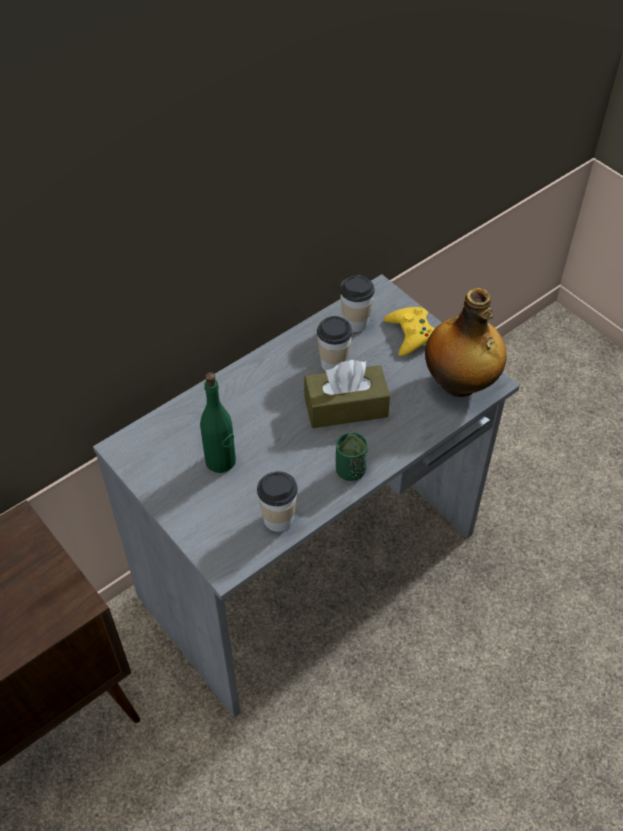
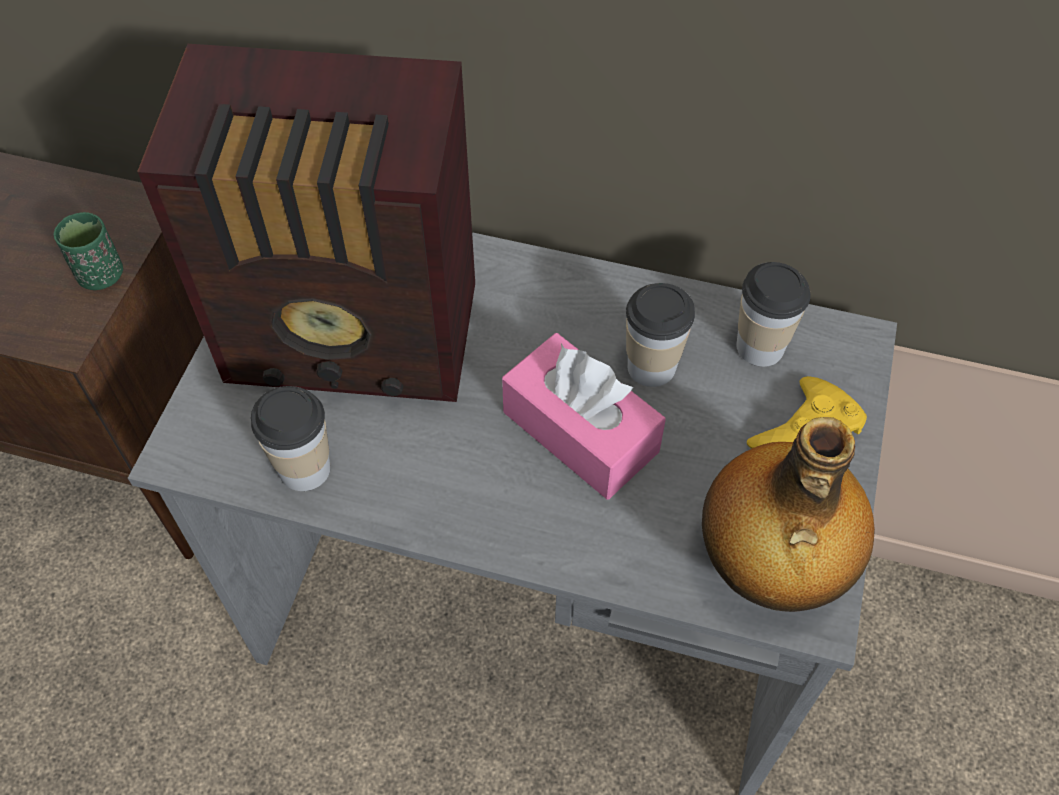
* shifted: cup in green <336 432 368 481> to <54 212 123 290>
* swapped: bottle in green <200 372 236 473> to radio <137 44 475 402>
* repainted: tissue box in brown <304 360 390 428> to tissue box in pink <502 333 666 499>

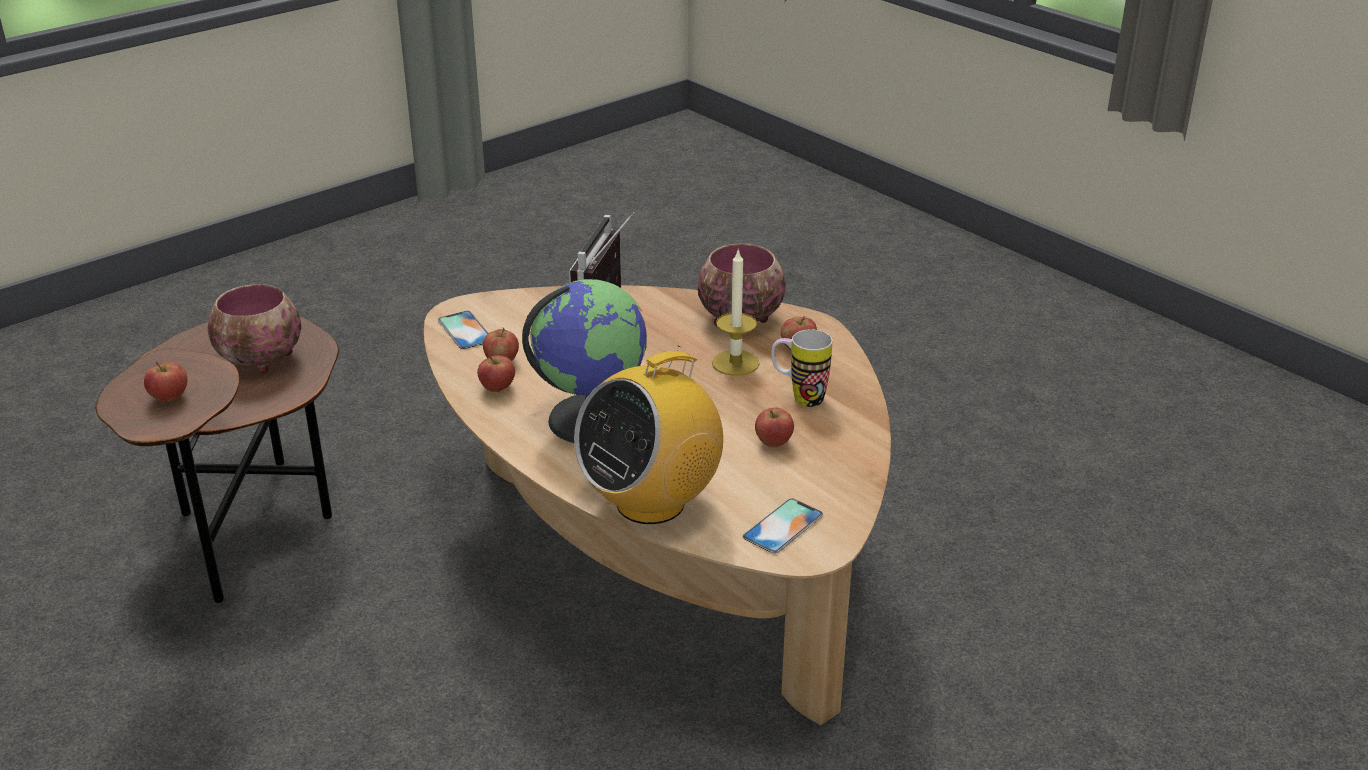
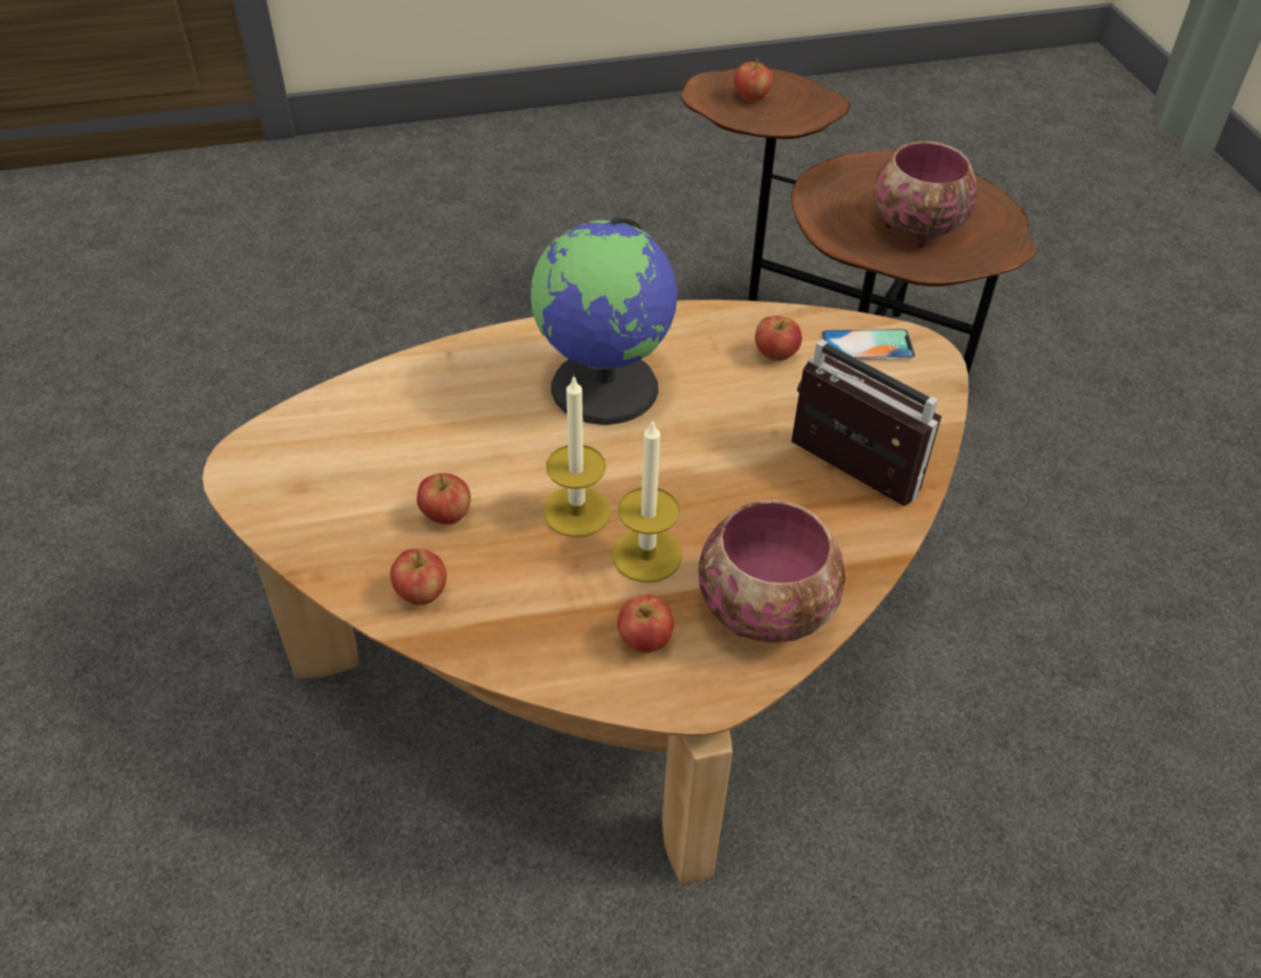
* gone: radio <574 345 723 524>
* gone: phone <743 498 823 554>
* gone: mug <771 329 832 407>
* new: candle <544 375 611 537>
* shifted: apple <477 355 515 392> to <390 549 447 605>

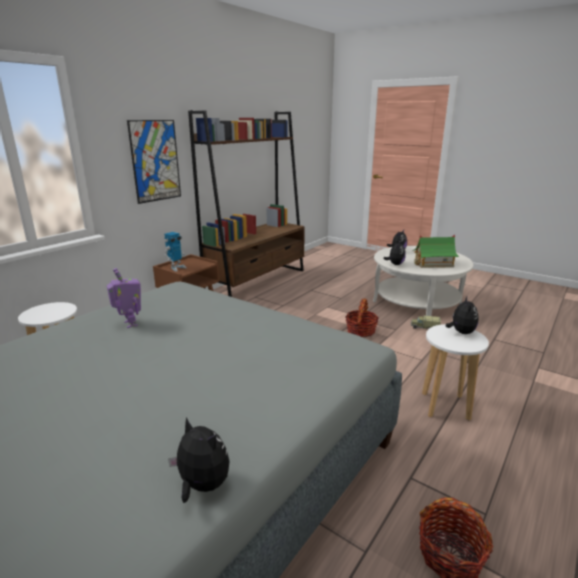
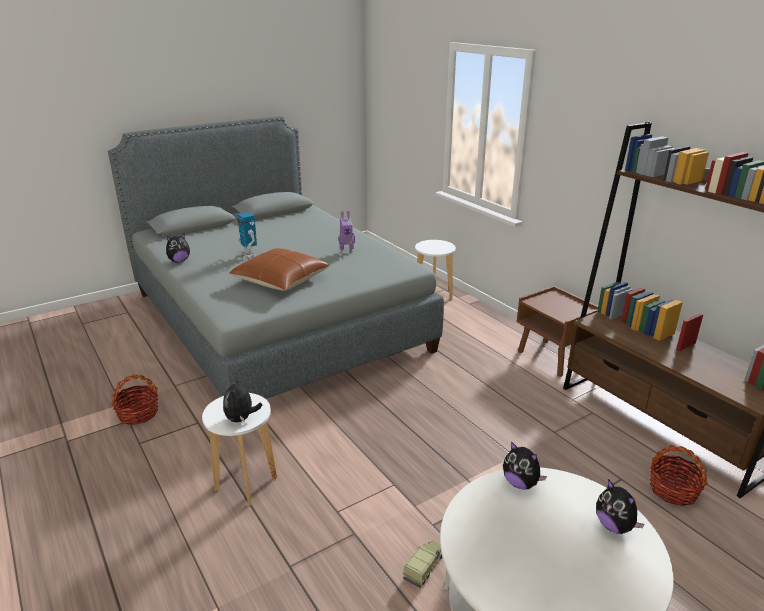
* gone: picture <127 120 181 204>
* gone: toy house <414 235 459 268>
* new: pillow in brown <229 248 329 291>
* shifted: toy robot <164 232 186 272> to <237 212 257 260>
* shifted: basket <345 298 379 337> to <650 445 708 506>
* rotated: plush toy <446 295 479 334> = <223 377 262 423> 60 degrees clockwise

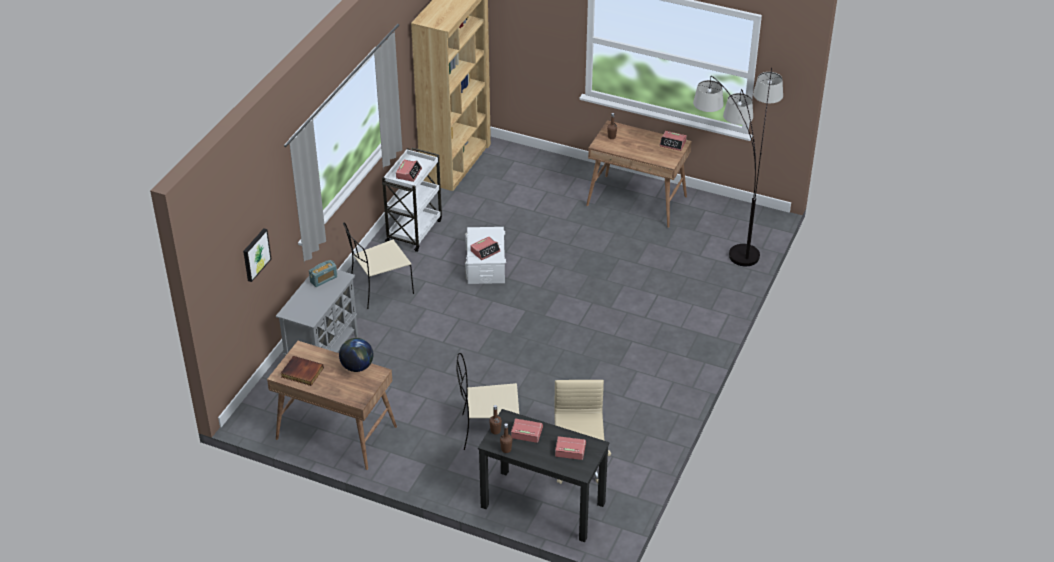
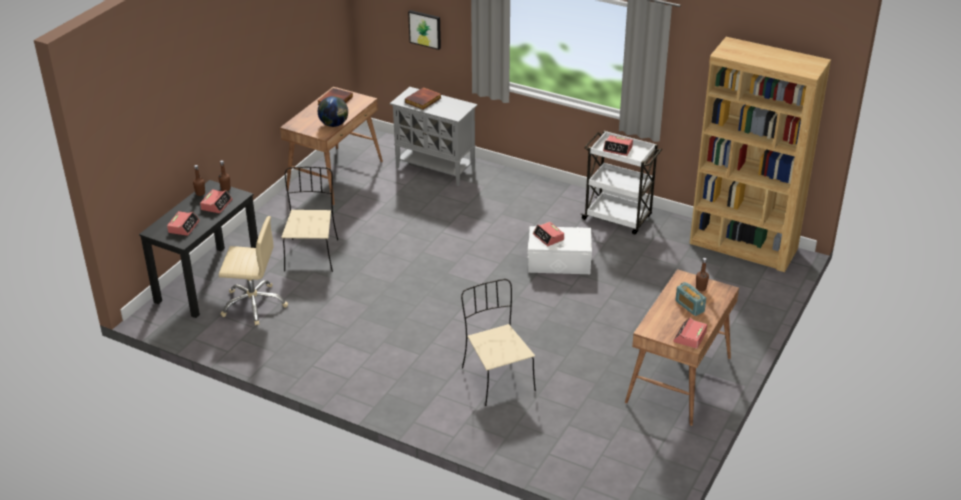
* gone: floor lamp <693 67 783 266>
* new: book <405 87 441 110>
* shifted: radio <309 260 337 287> to <675 282 706 316>
* shifted: chair in beige <343 223 414 309> to <461 279 536 406>

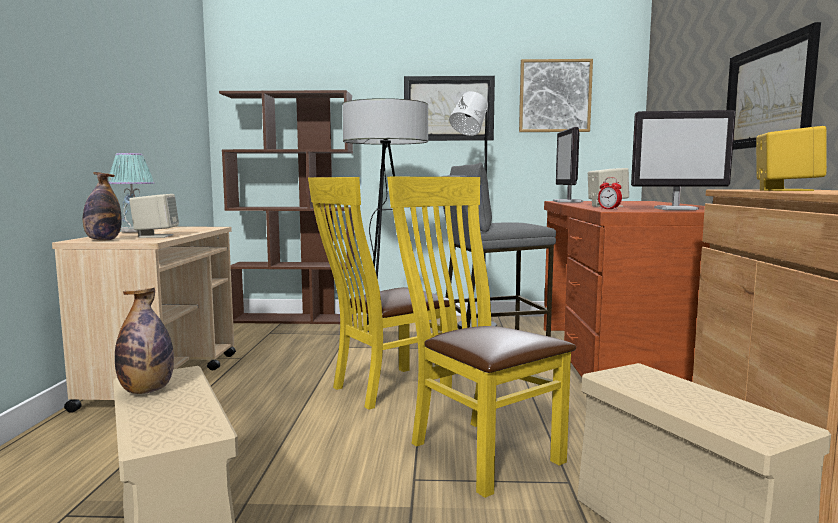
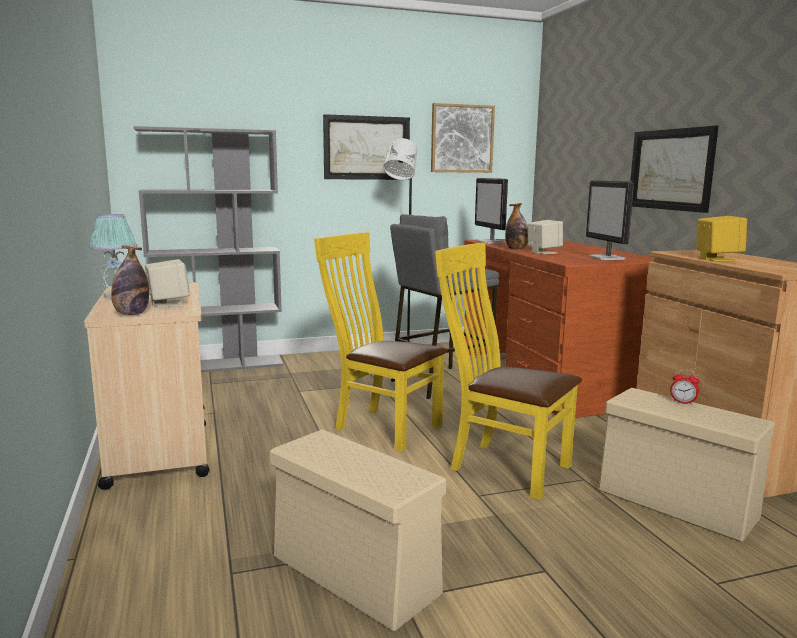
* gone: floor lamp <342 98 428 332>
* shifted: bottle <115 288 174 394> to <505 203 528 249>
* shifted: alarm clock <598 177 622 210> to <670 369 700 405>
* repainted: bookcase in brown <219 90 355 324> to bookcase in grey <133 126 283 372>
* rotated: chair in yellow <308 177 456 410> = <314 232 448 452> 90 degrees clockwise
* rotated: monitor <631 110 736 210> = <586 180 634 260> 90 degrees clockwise

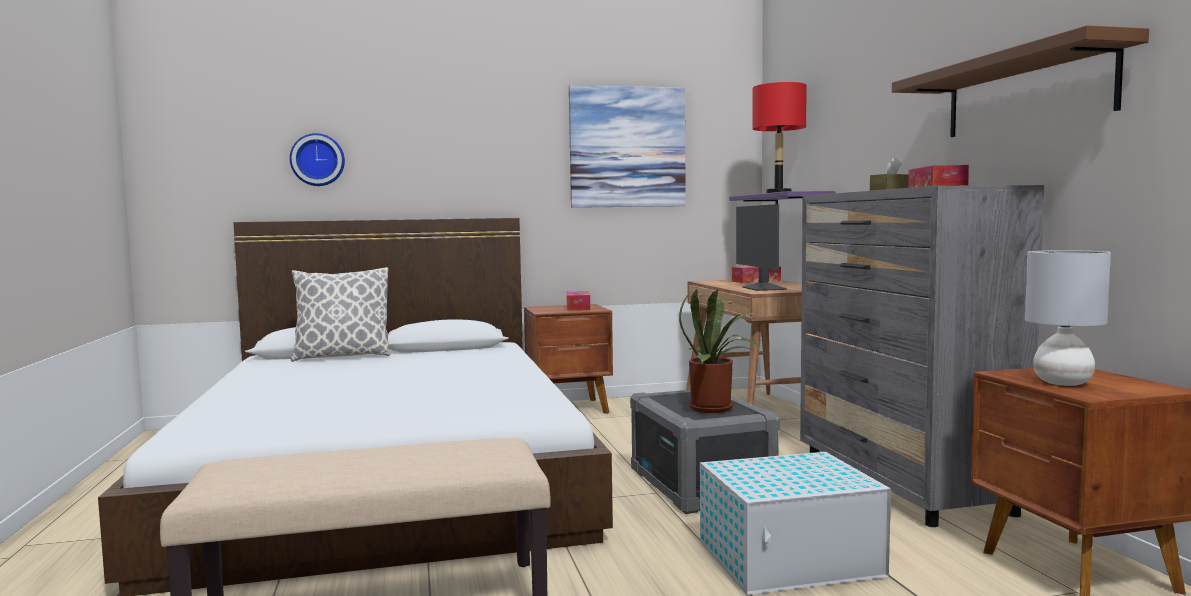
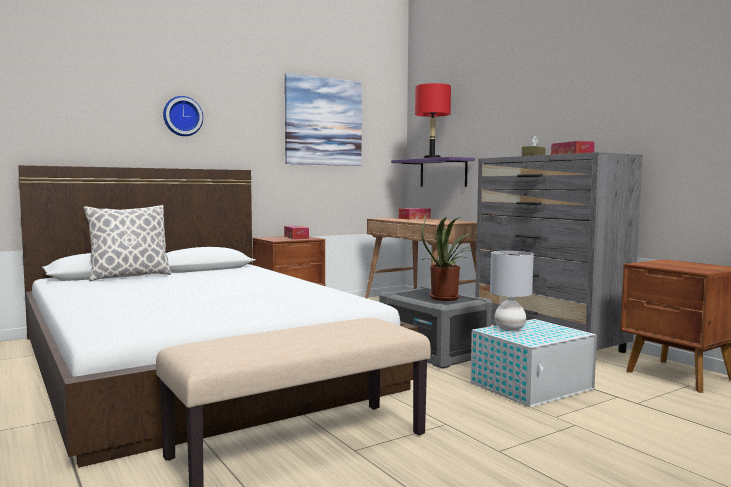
* gone: monitor <736 204 787 291>
* gone: shelf in brown <892 25 1149 137>
* shifted: wall clock <290 133 345 186> to <163 96 203 136>
* shifted: table lamp in grey <1025 250 1111 386> to <490 251 534 331>

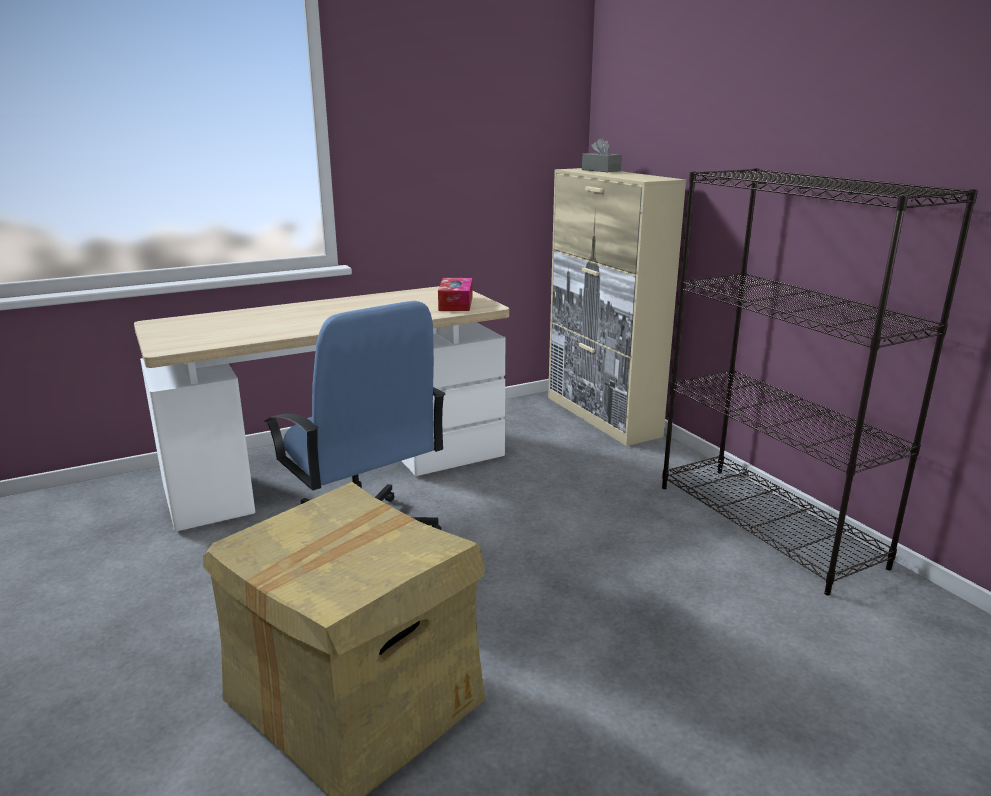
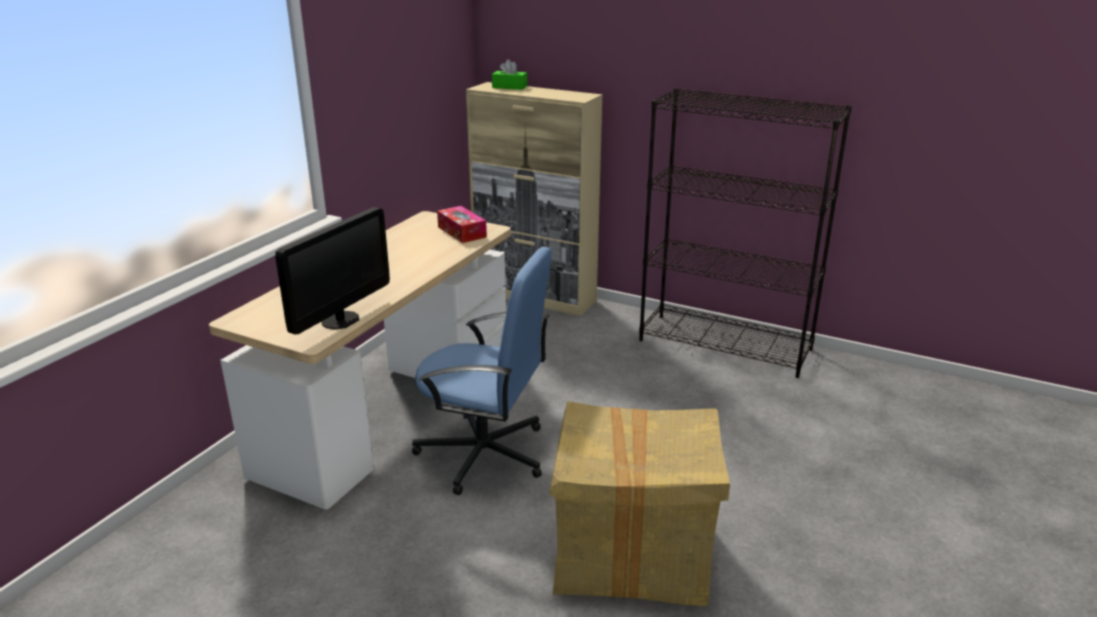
* new: monitor <275 207 390 335>
* repainted: tissue box in grey <582 138 622 172> to tissue box in green <492 59 527 90>

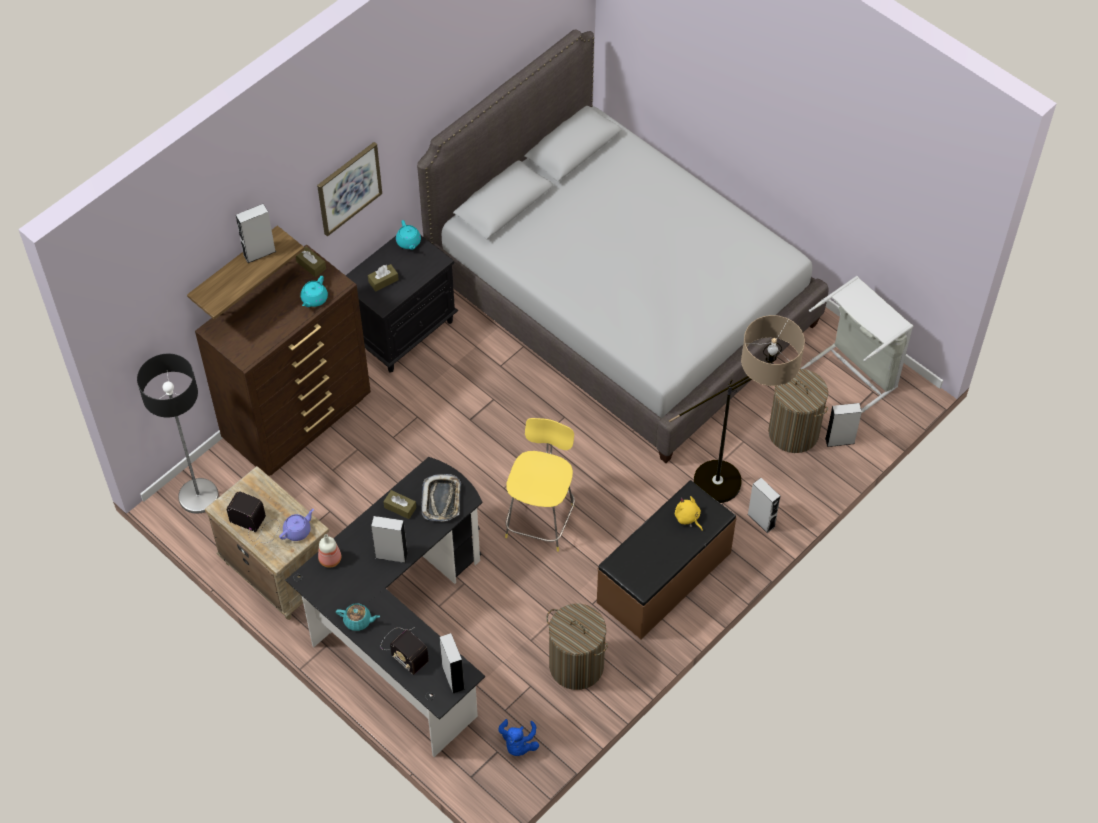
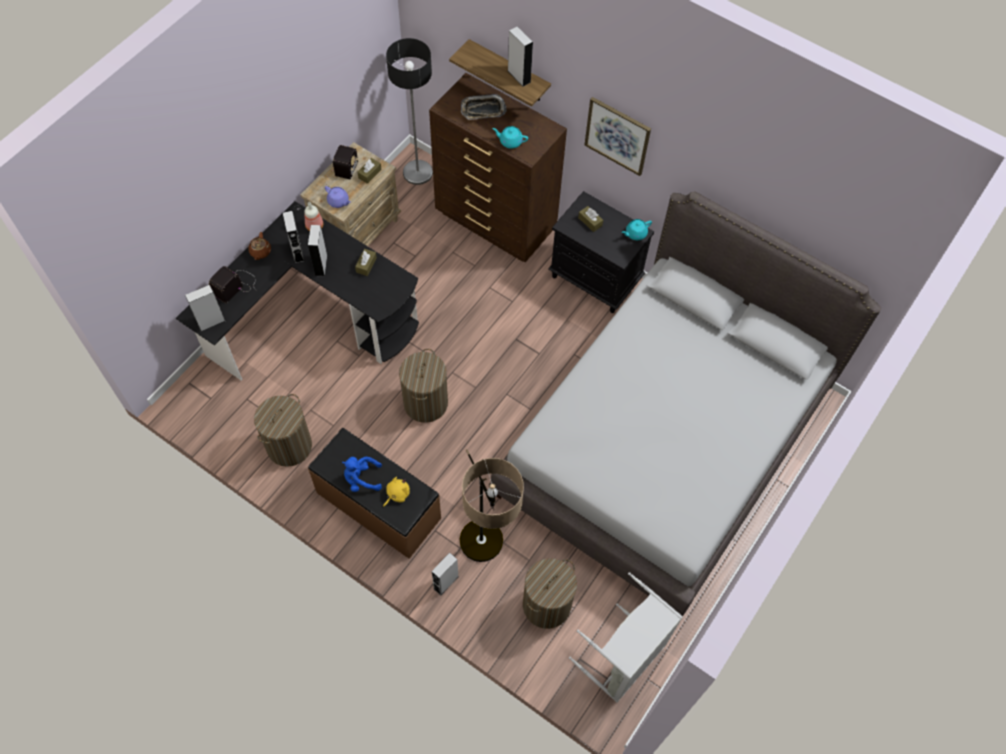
* shifted: tissue box in brown <296 246 326 277> to <358 158 382 184>
* shifted: tray <421 474 461 522> to <461 94 507 120>
* shifted: plush toy in blue <499 719 539 756> to <342 457 382 492>
* shifted: speaker in grey <825 403 862 447> to <283 211 305 263>
* swapped: stool in yellow <505 418 575 552> to laundry basket <399 349 448 423>
* repainted: teapot in turquoise <336 604 380 631> to teapot in brown <249 232 271 260>

